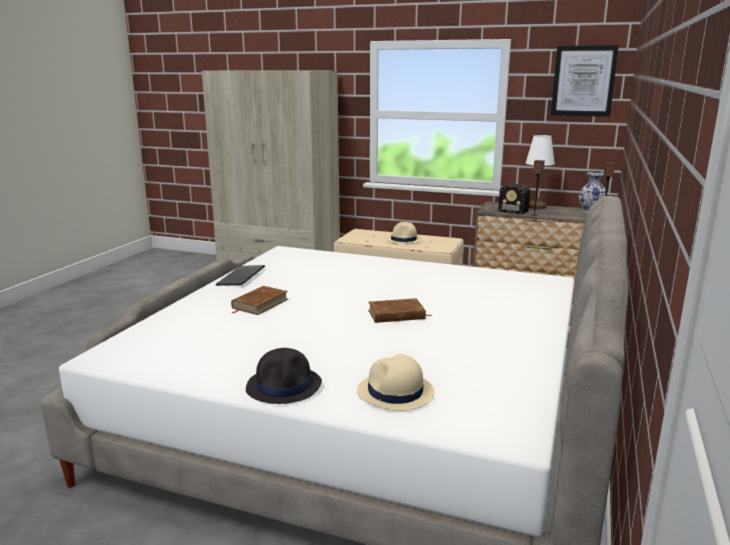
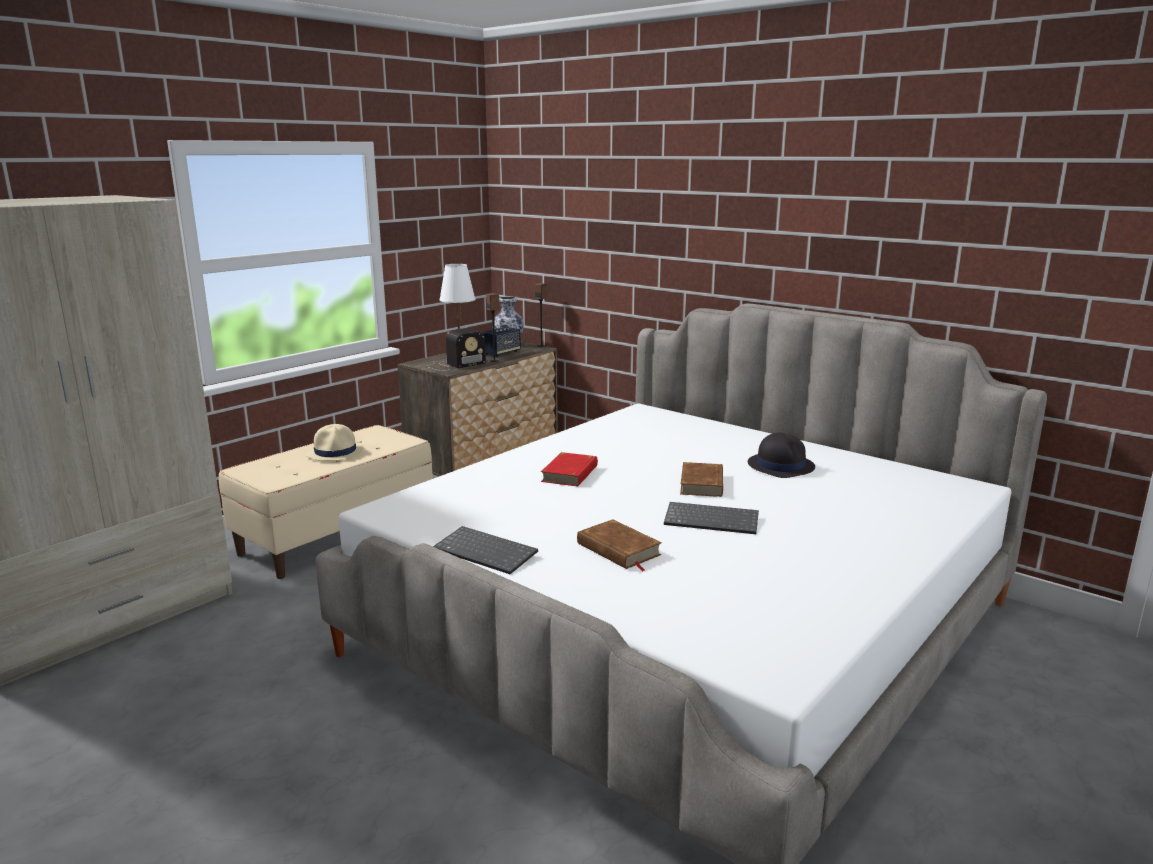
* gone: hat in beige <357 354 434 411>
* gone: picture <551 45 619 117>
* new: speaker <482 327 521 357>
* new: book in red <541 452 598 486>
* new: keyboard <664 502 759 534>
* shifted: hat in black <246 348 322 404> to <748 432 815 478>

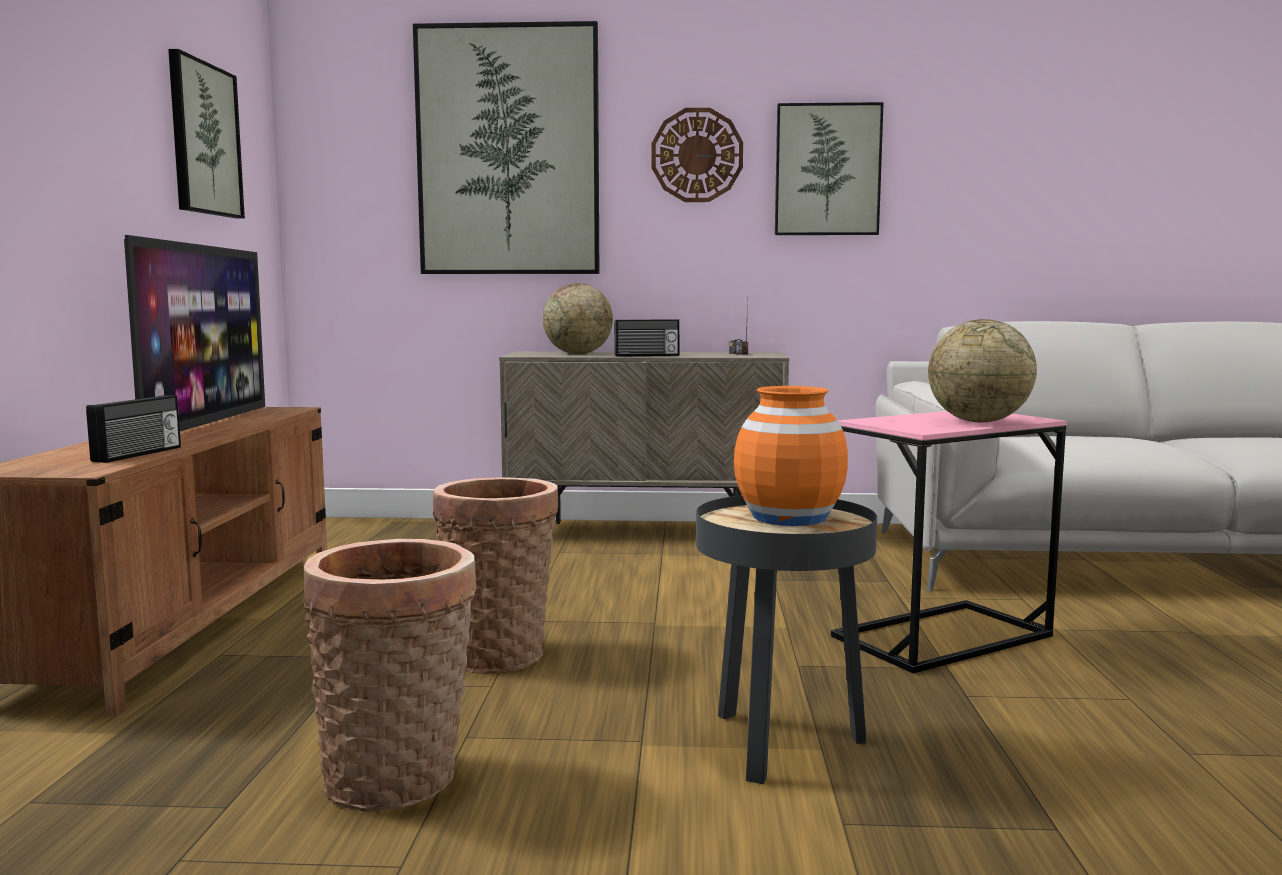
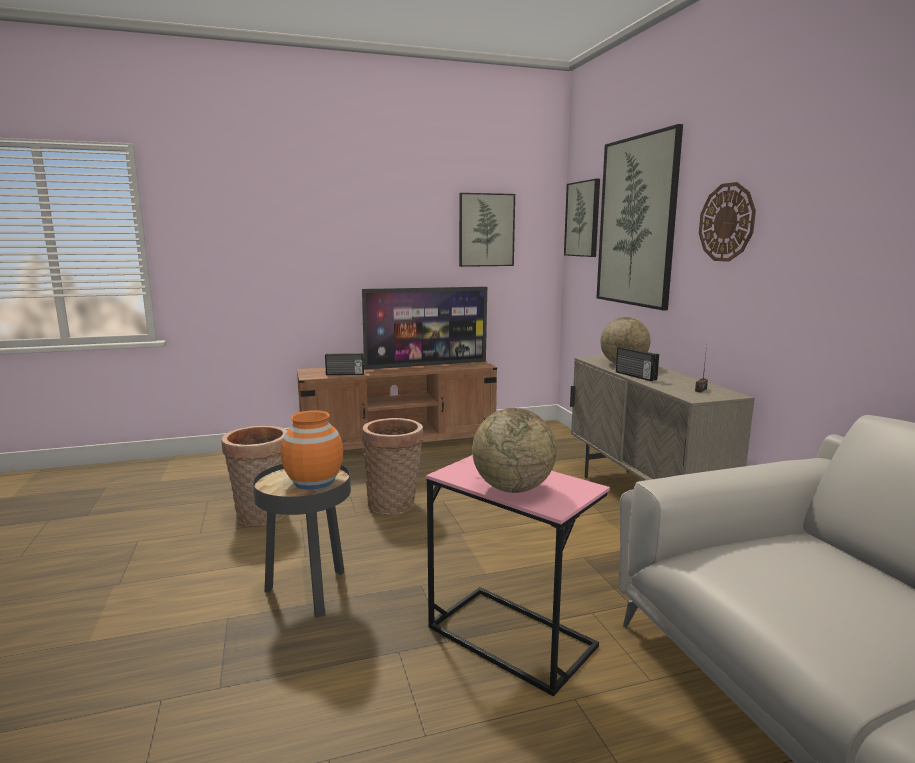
* shifted: picture <775 102 884 235> to <564 179 600 257>

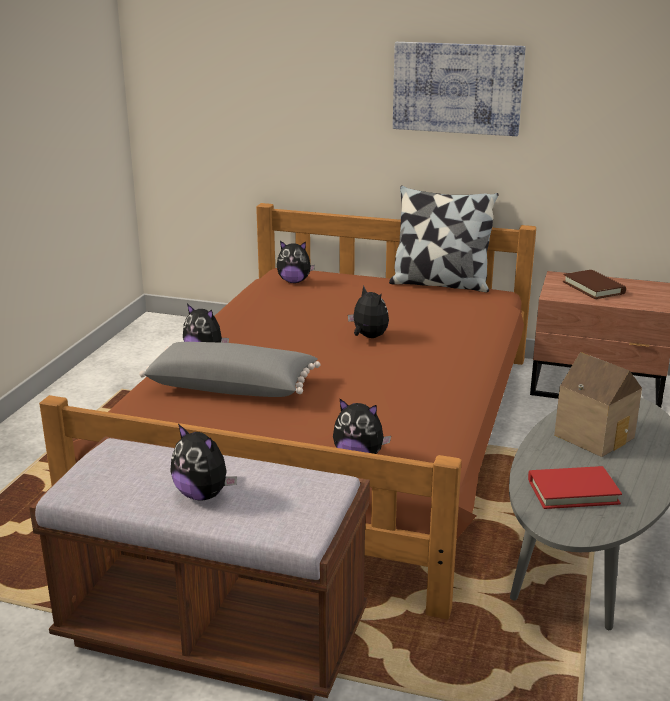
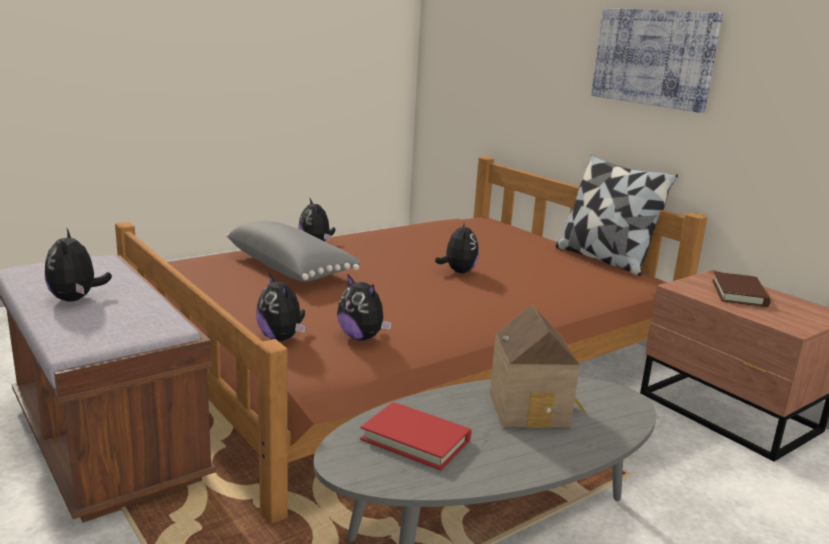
* shifted: plush toy <277 241 315 283> to <337 275 392 341>

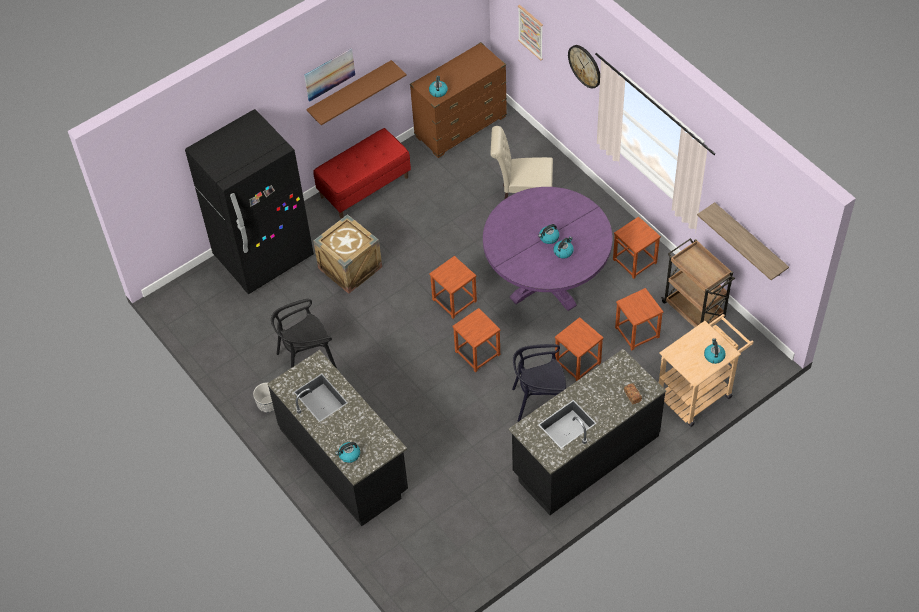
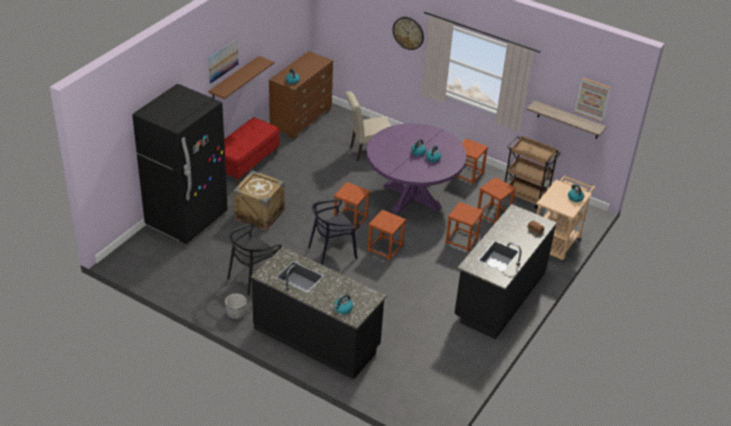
* shifted: chair in black <512 344 566 422> to <308 199 360 265>
* shifted: picture <518 5 543 60> to <574 77 611 121>

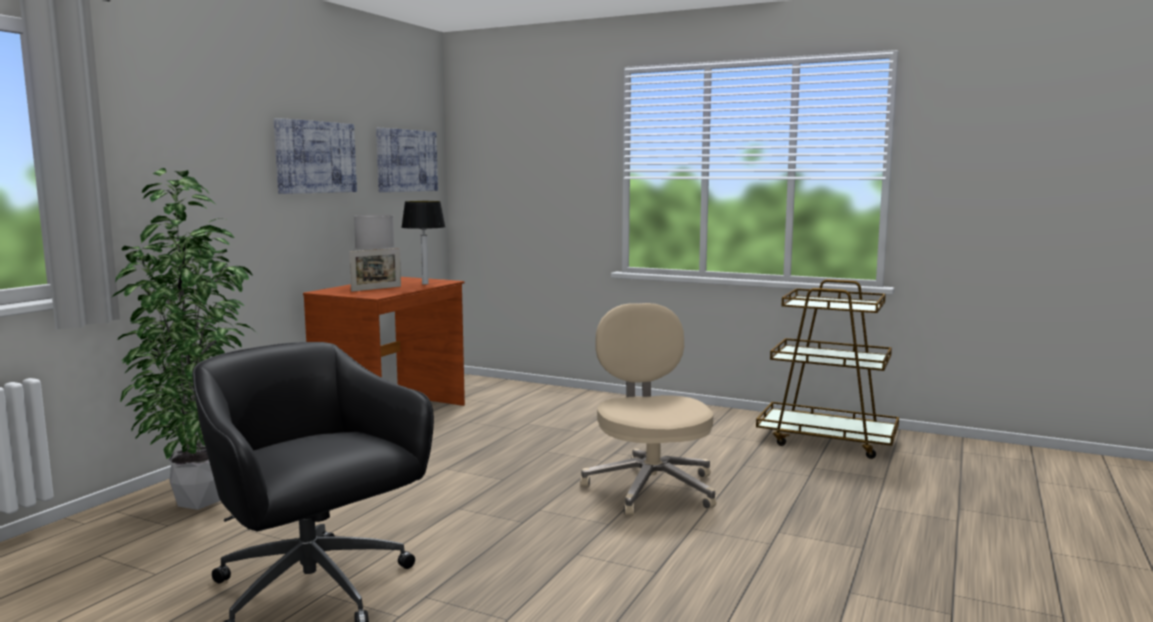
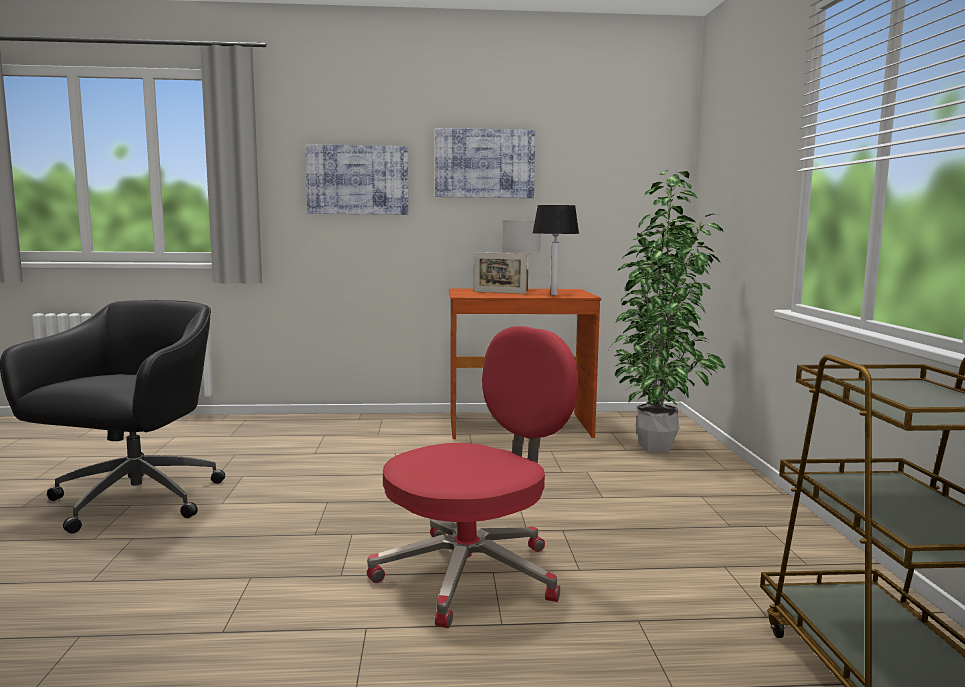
* shifted: potted plant <112 168 258 510> to <609 170 725 452>
* shifted: picture <376 128 438 192> to <305 144 408 215>
* repainted: office chair in beige <580 303 716 516> to office chair in red <367 326 578 628>

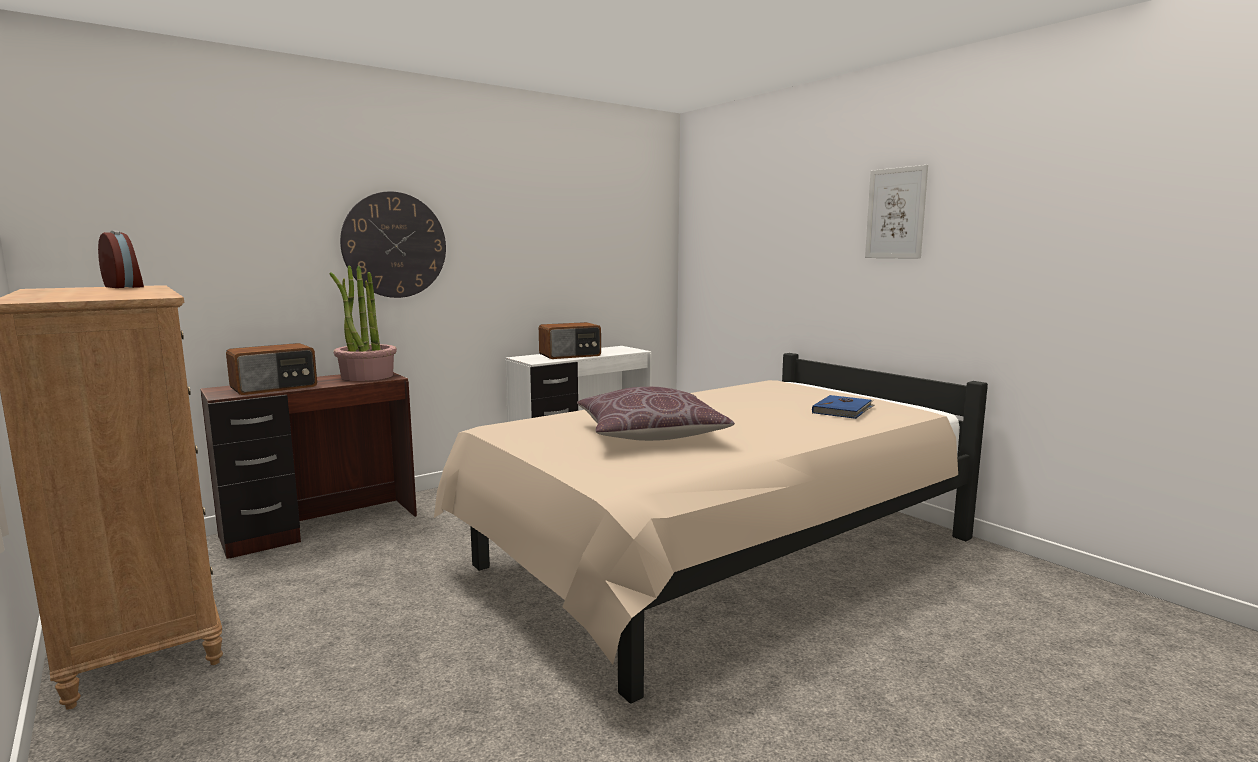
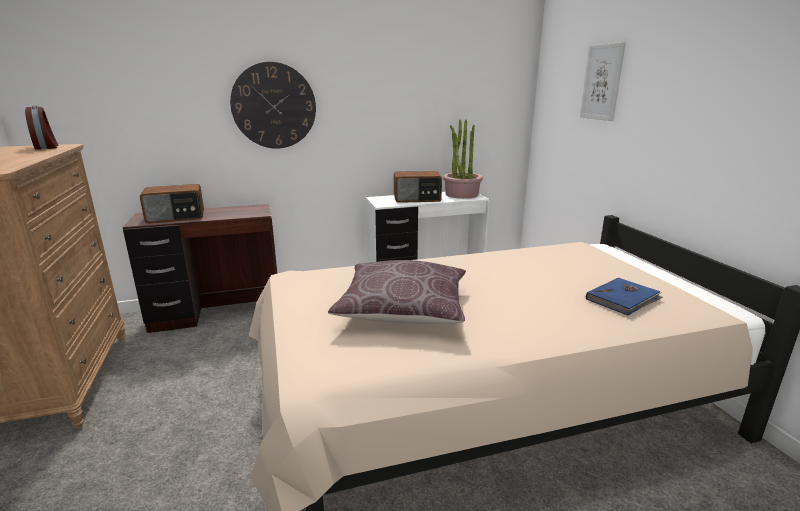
* shifted: potted plant <330 265 397 381> to <443 120 483 199>
* shifted: picture <865 165 928 259> to <580 42 626 121>

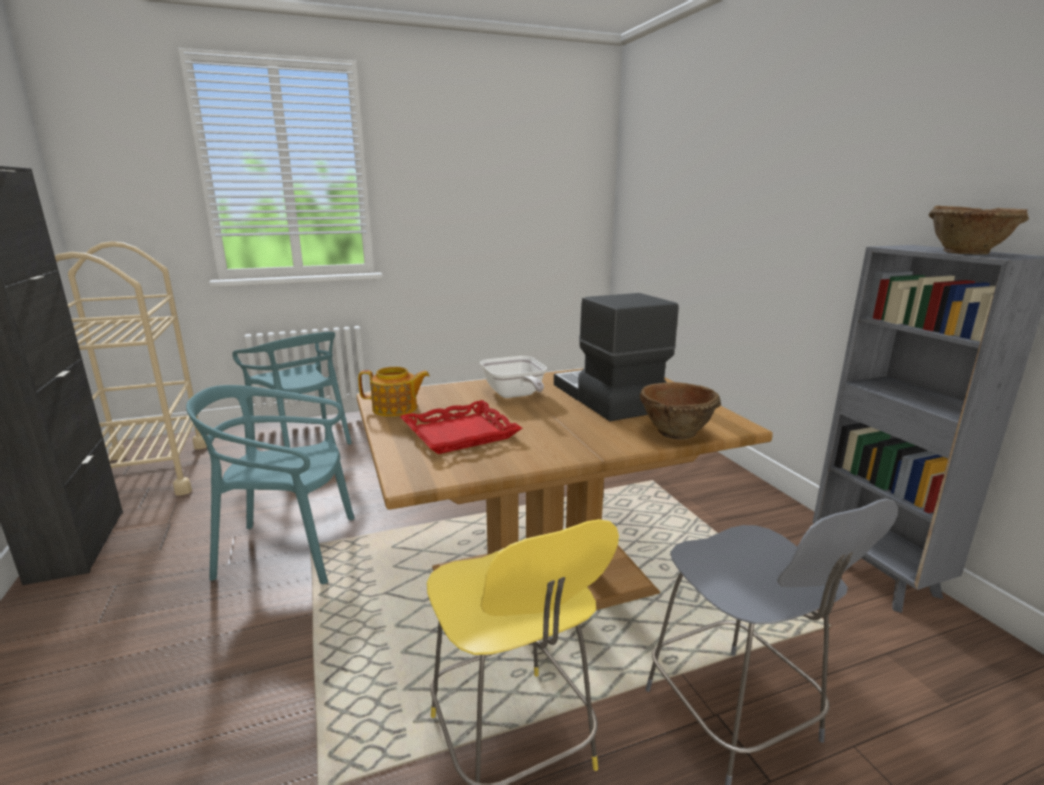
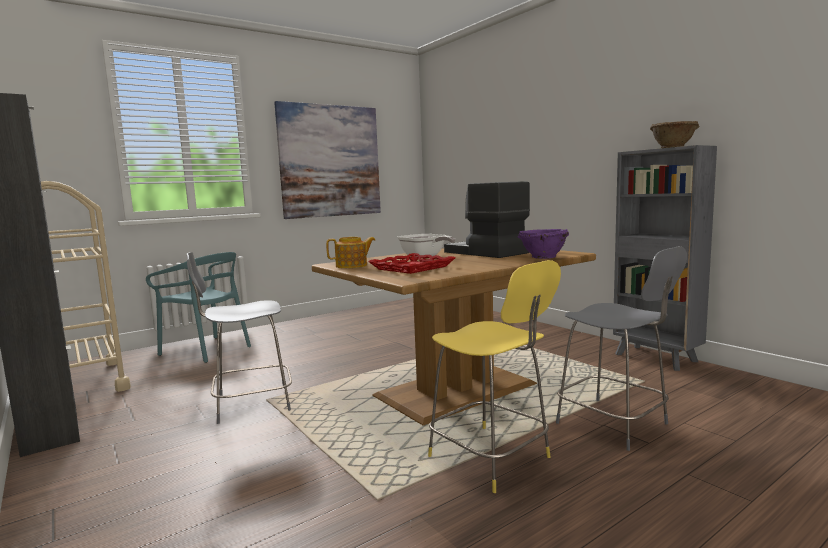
* new: picture <274 101 381 219>
* swapped: chair in turquoise <186 385 355 584> to stool in grey <187 252 292 424>
* repainted: bowl in brown <640 382 721 440> to bowl in purple <518 229 569 259>

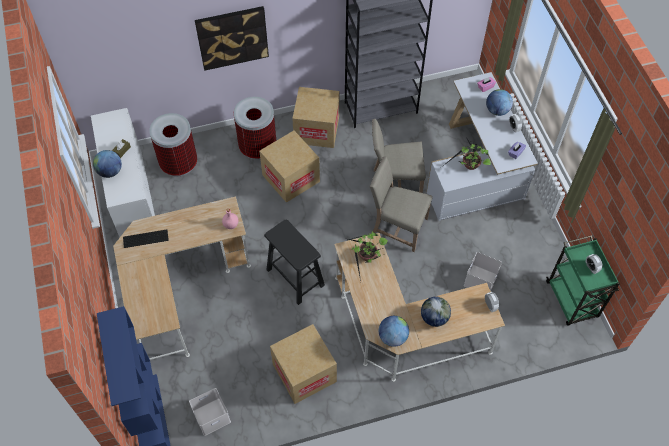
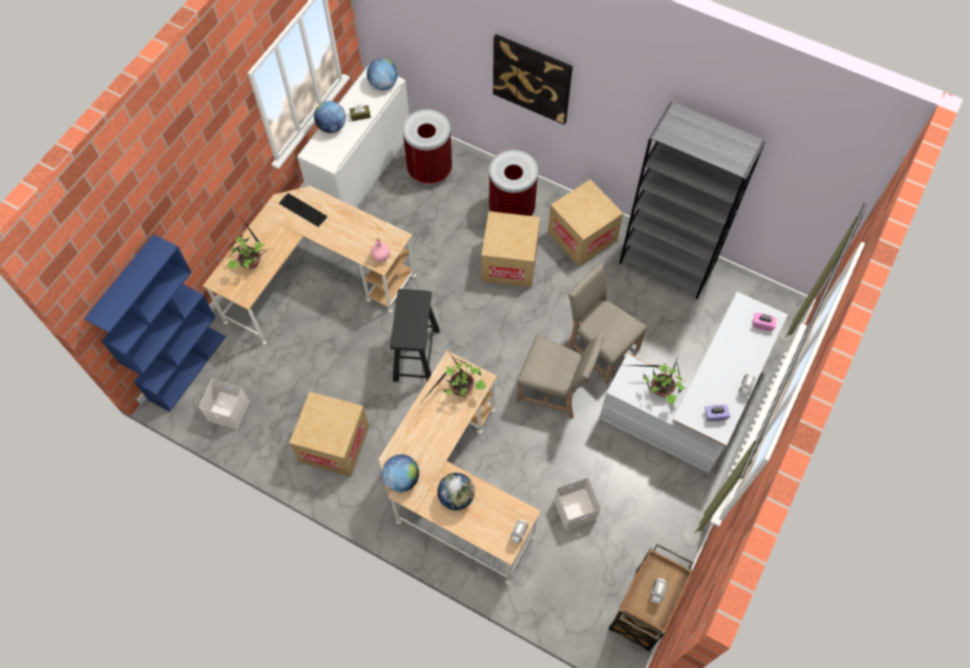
* new: potted plant <226 217 273 269>
* shifted: globe <486 89 513 116> to <367 58 398 90>
* repainted: cart in green <546 235 620 325> to cart in brown <609 543 694 651>
* rotated: chair in beige <370 156 433 252> = <516 334 605 419> 135 degrees clockwise

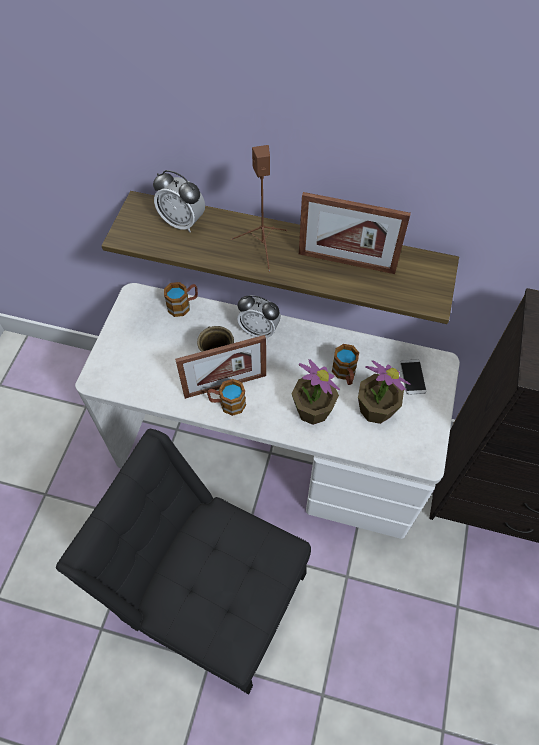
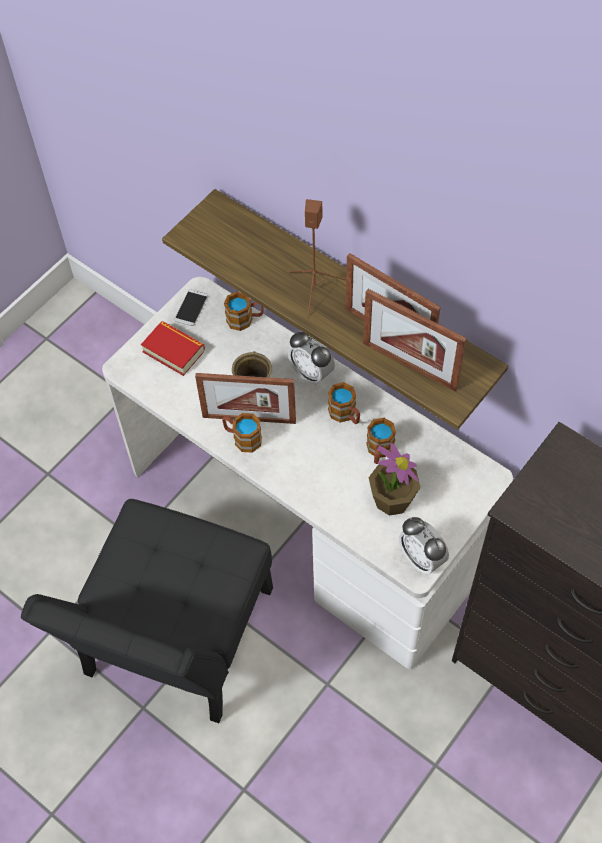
* gone: potted plant <291 359 340 425>
* new: book <141 321 205 376>
* new: mug <328 382 360 424>
* new: picture frame <363 289 467 392>
* shifted: alarm clock <153 170 205 232> to <399 517 449 574>
* shifted: phone <400 359 426 395> to <175 290 208 326>
* rotated: chair in black <56 429 311 694> = <21 499 273 723> 120 degrees counterclockwise

